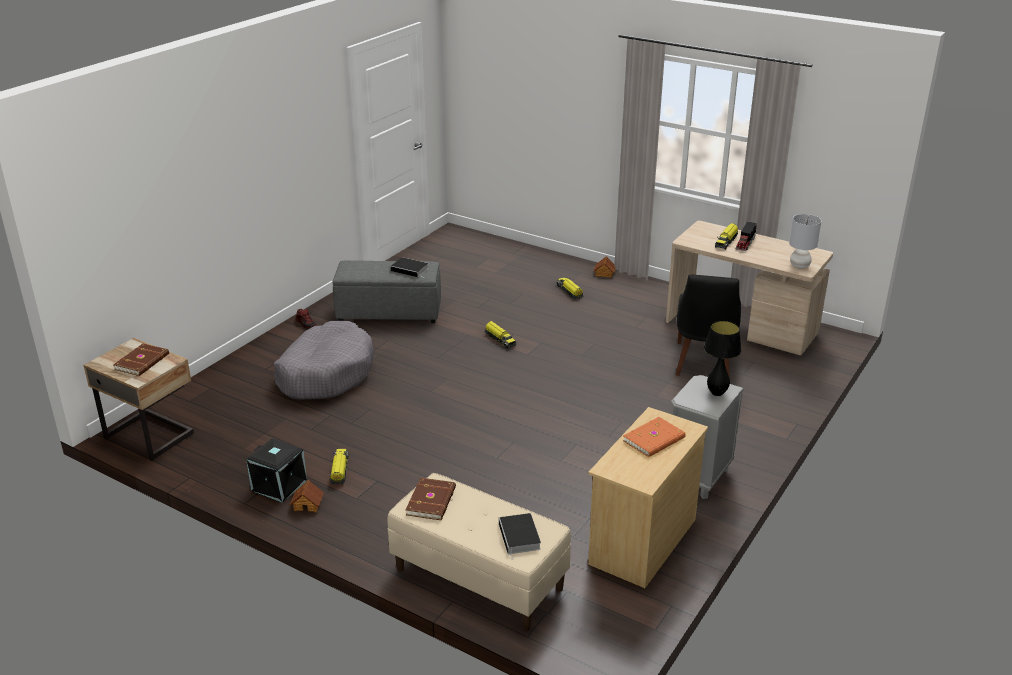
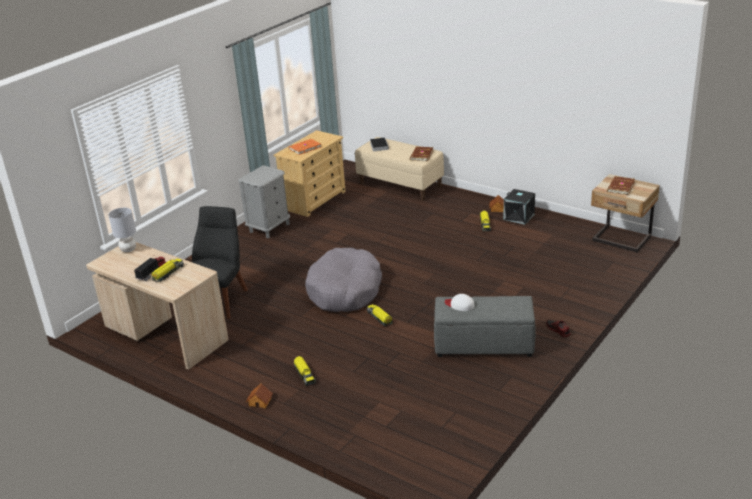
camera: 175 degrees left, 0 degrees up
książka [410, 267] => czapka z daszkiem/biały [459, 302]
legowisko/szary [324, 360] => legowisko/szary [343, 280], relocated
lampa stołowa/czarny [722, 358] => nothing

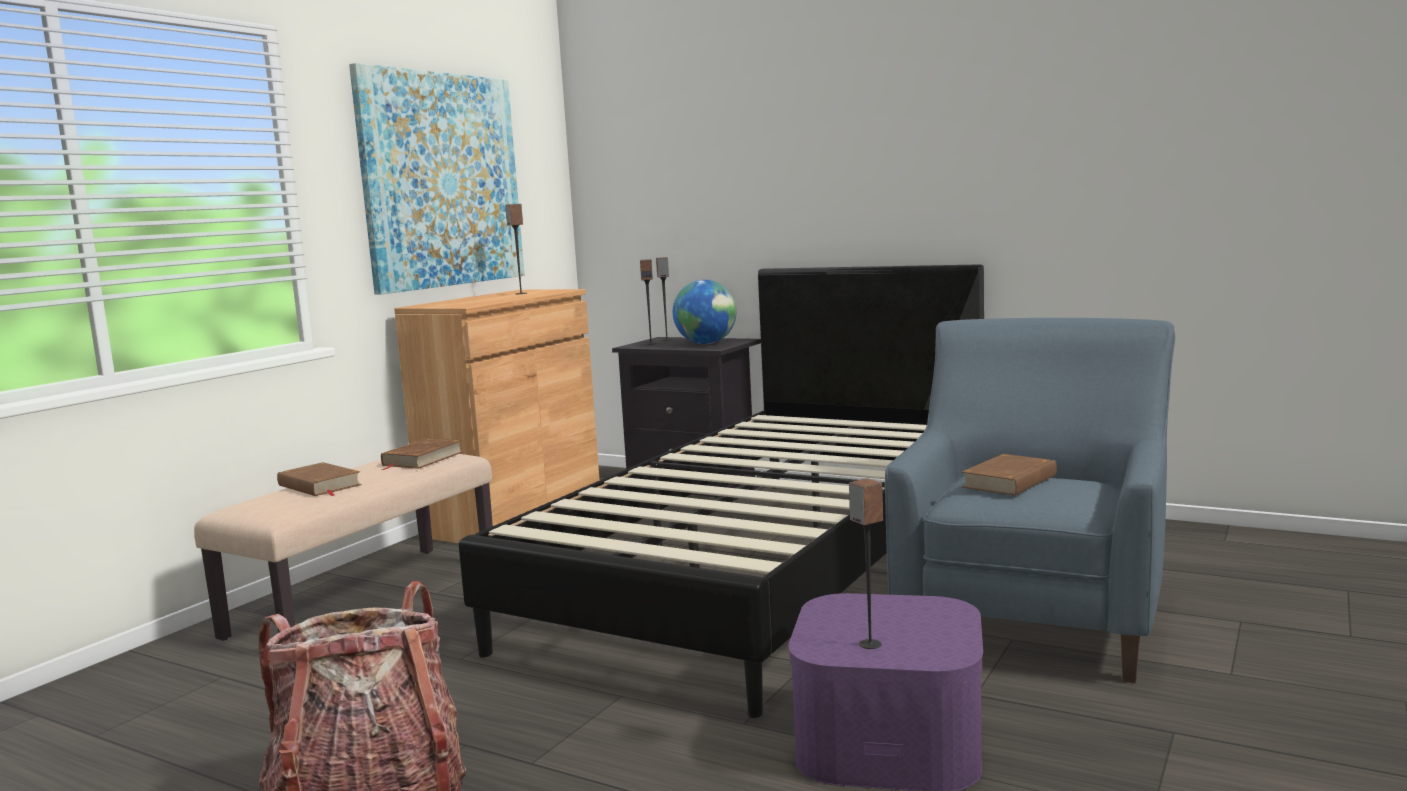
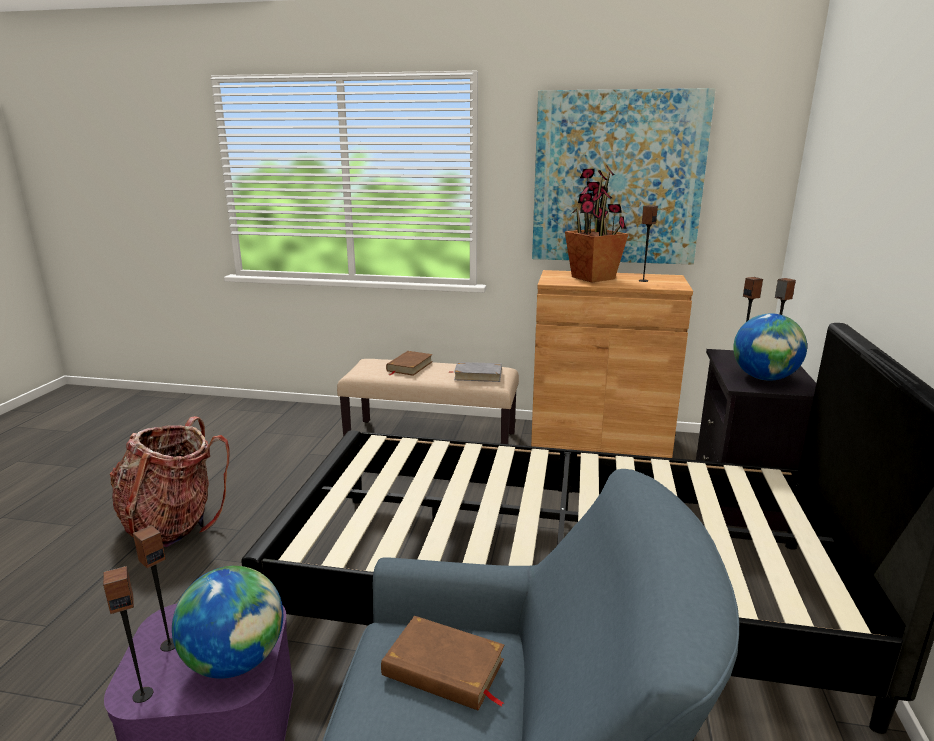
camera: 70 degrees right, 10 degrees up
książka/brązowy [422, 454] => książka/szary [478, 372]
nothing => roślina doniczkowa [597, 224]
nothing => głośnik [128, 634]
nothing => globus [227, 622]

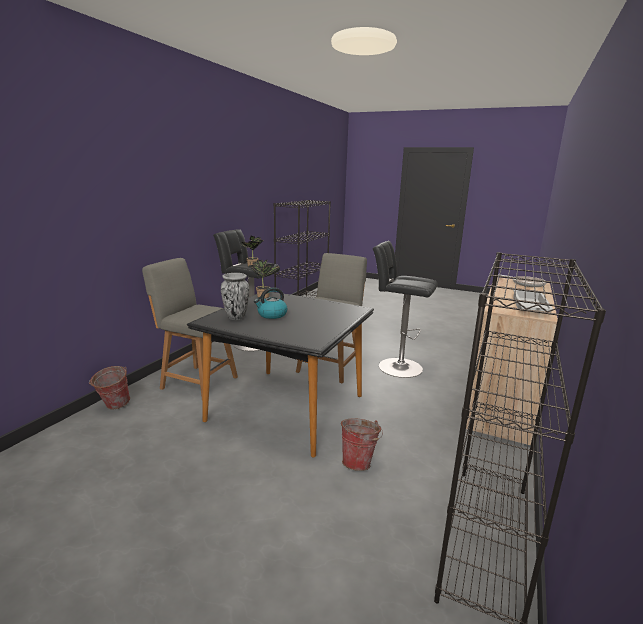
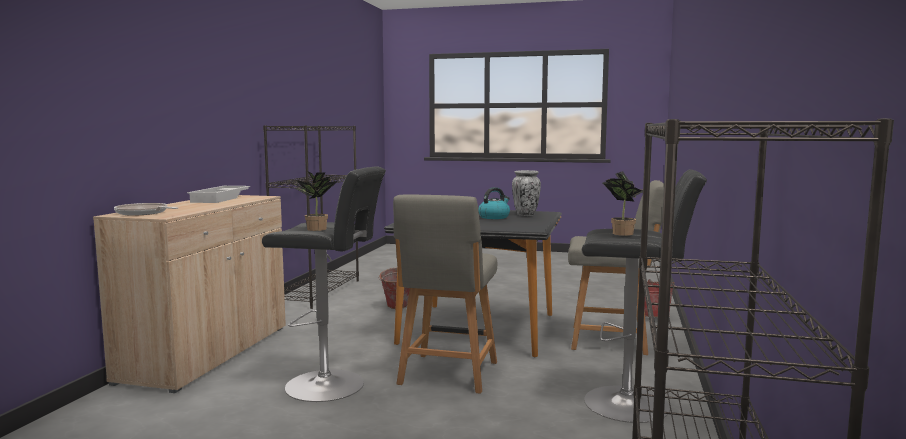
camera: 170 degrees right, 10 degrees down
roślina doniczkowa [264, 279] => roślina doniczkowa [314, 201], relocated

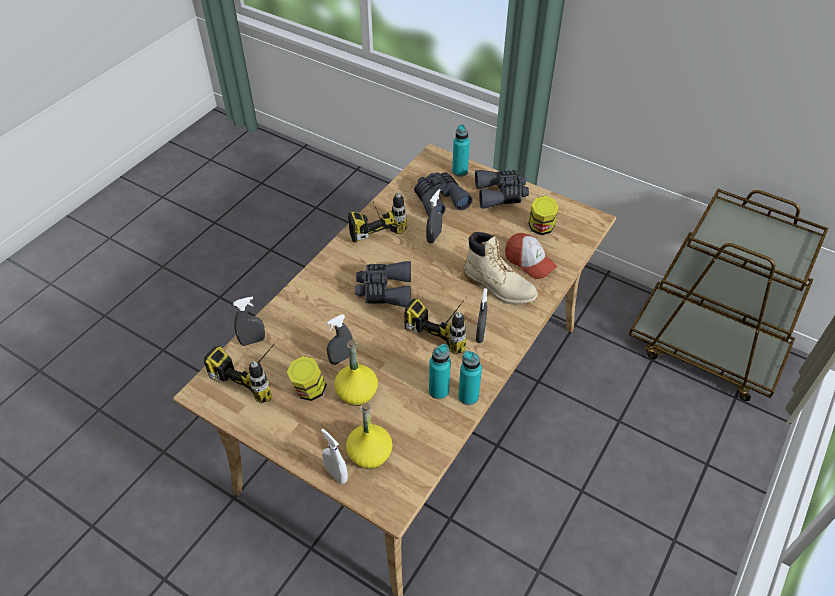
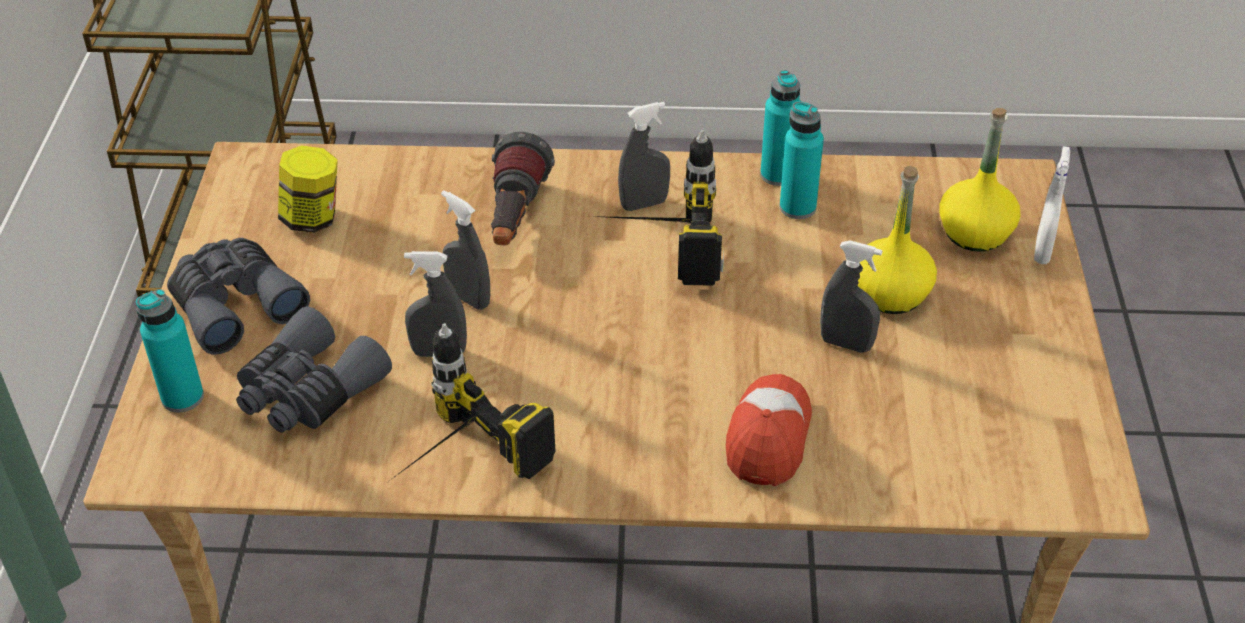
camera: 120 degrees left, 5 degrees down
but z cholewką/beżowy [501, 268] => latarka [523, 188]
czapka z daszkiem [531, 256] => czapka z daszkiem [769, 430], relocated
lornetka/szary [383, 284] => nothing
spryskiwacz/szary [249, 321] => spryskiwacz/szary [465, 250], relocated
wiertarka [240, 372] => nothing
słoik [307, 378] => nothing

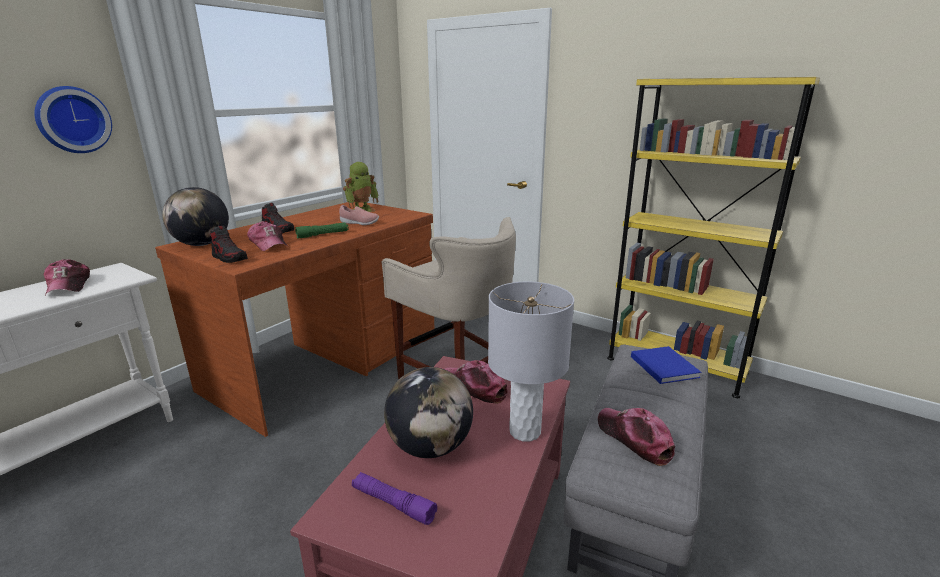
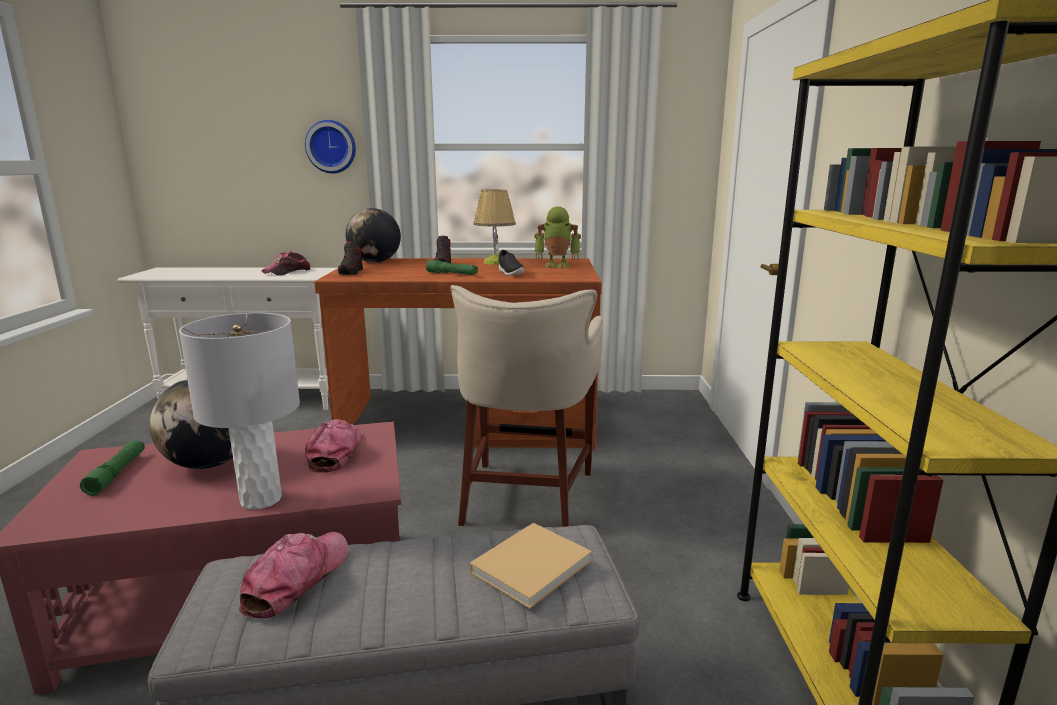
camera: 55 degrees right, 5 degrees down
but/różowy [359, 215] => but/czarny [511, 263]
czapka z daszkiem [267, 236] => nothing
książka/niebieski [666, 365] => książka/beżowy [531, 566]
latarka/fioletowy [394, 498] => latarka/zielony [112, 468]
nothing => lampa stołowa [494, 227]

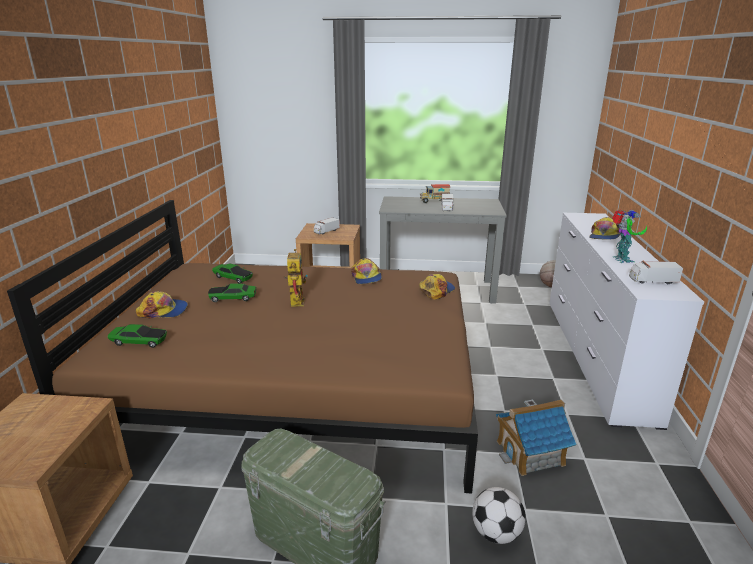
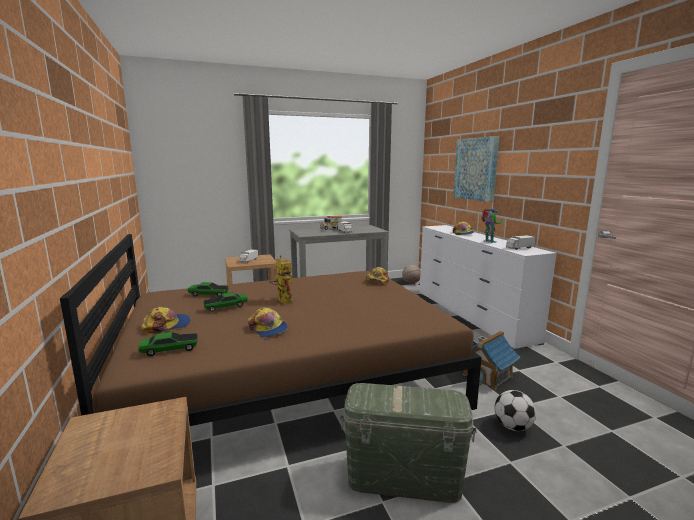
camera: 25 degrees left, 10 degrees down
czapka z daszkiem [366, 271] => czapka z daszkiem [267, 322], relocated
nothing => obraz [476, 169]

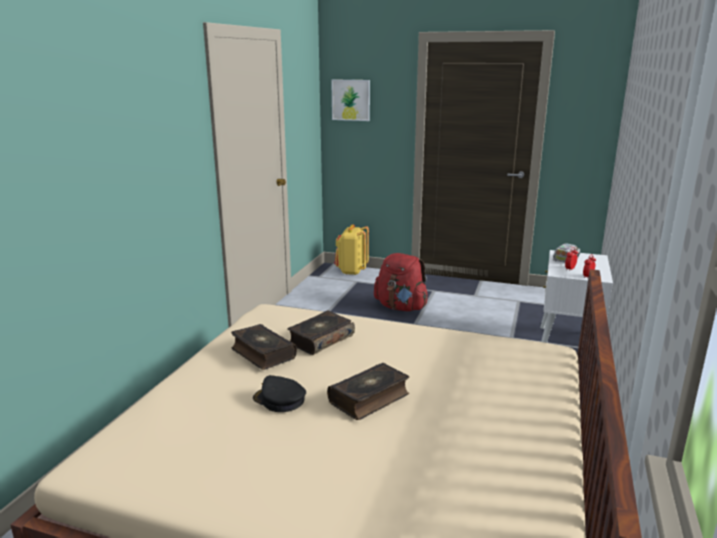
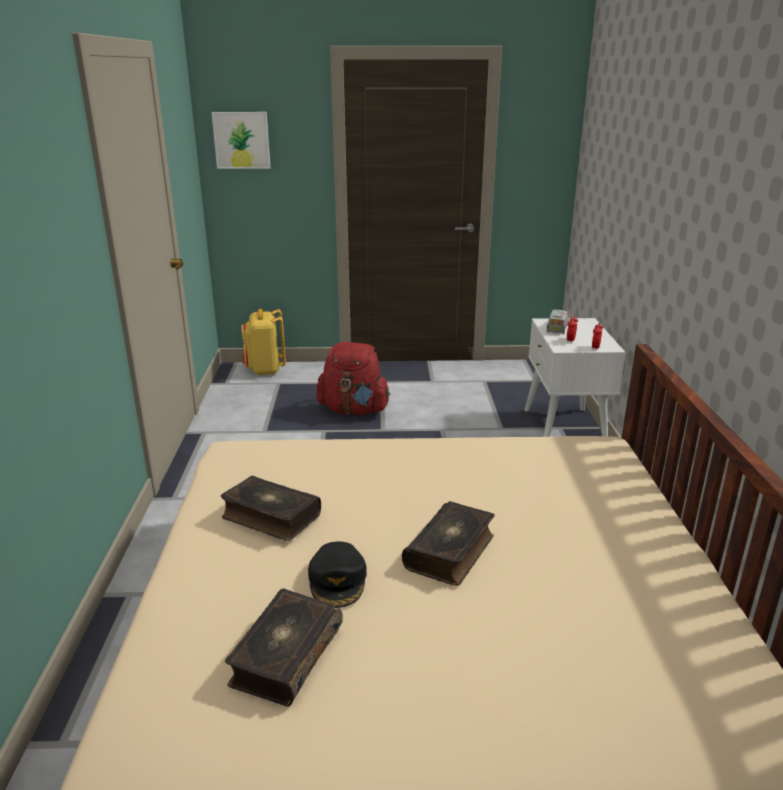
camera: 20 degrees left, 5 degrees up
książka [321, 332] => książka [284, 648], relocated
czapka z daszkiem/czarny [279, 393] => czapka z daszkiem/czarny [337, 574], 105 degrees counterclockwise

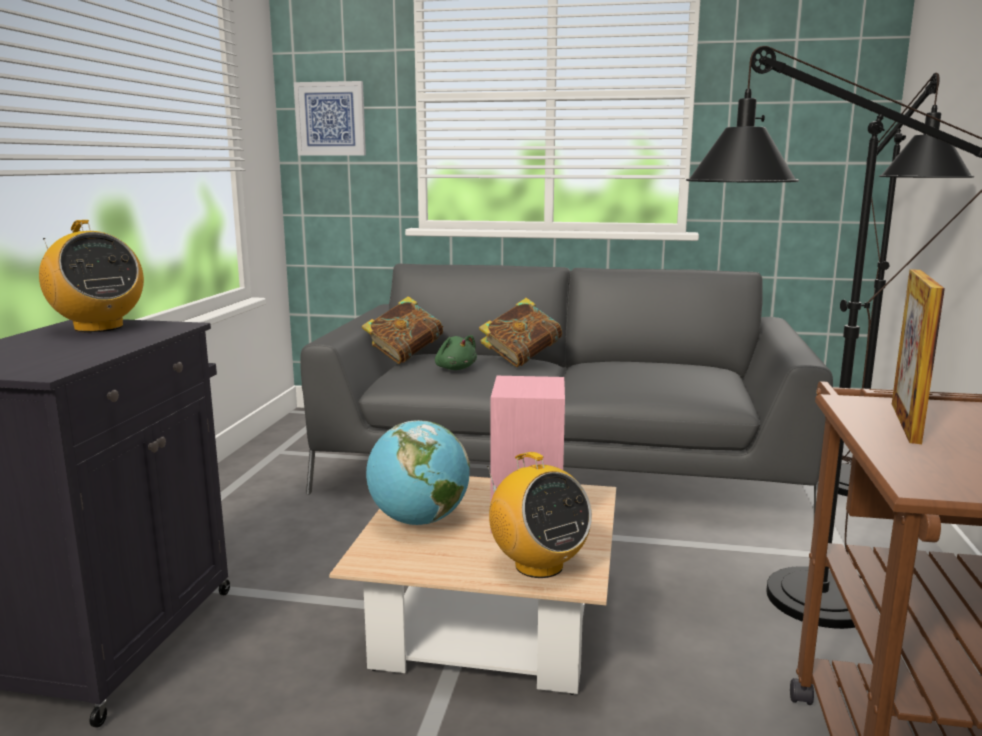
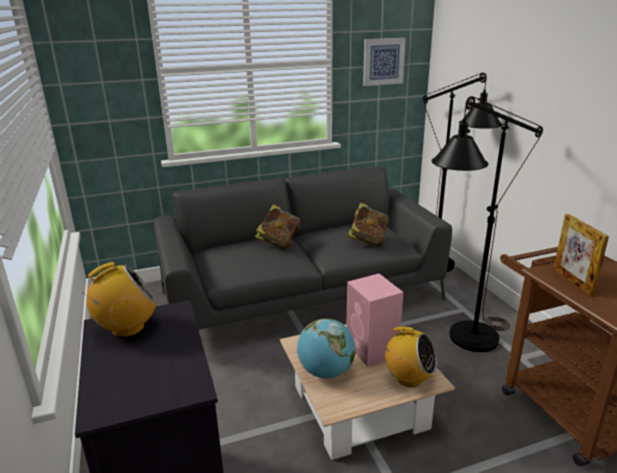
camera: 30 degrees left, 10 degrees up
obraz [330, 118] => obraz [384, 62], relocated
radio [91, 276] => radio [119, 299], 45 degrees counterclockwise
książka [402, 330] => książka [368, 225], relocated
pluszak/zielony [456, 352] => nothing

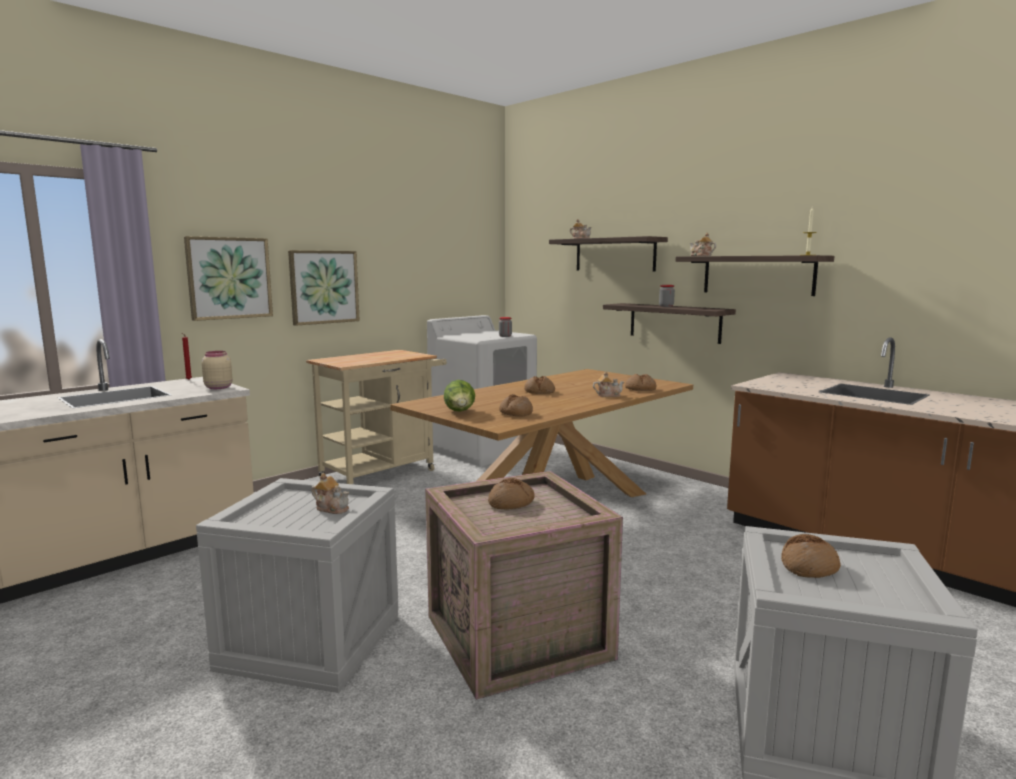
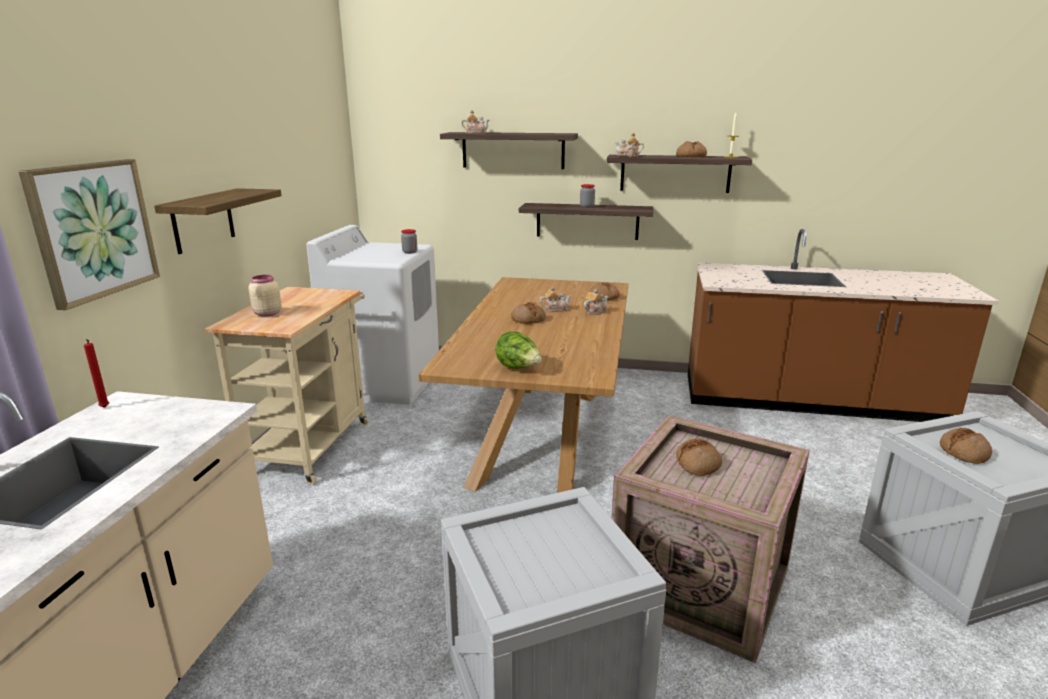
camera: 35 degrees left, 10 degrees up
obraz [324, 288] => półka [218, 221]
słoik/beżowy [217, 370] => słoik/beżowy [265, 296], relocated
chleb [516, 405] => chleb [691, 149], relocated
imbryk [330, 493] => imbryk [555, 299], relocated

